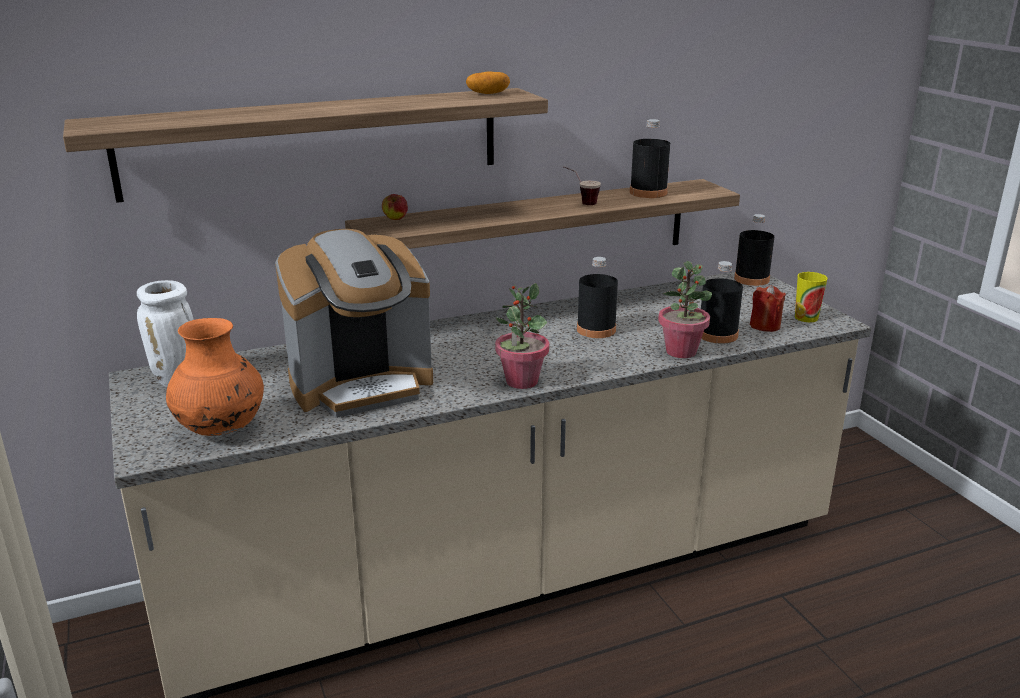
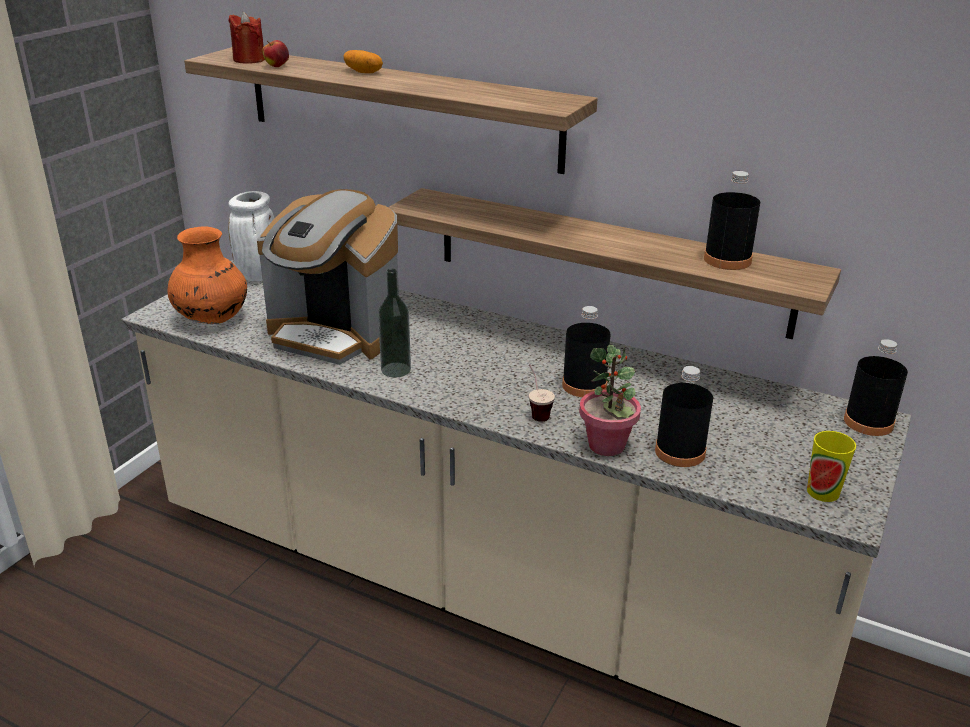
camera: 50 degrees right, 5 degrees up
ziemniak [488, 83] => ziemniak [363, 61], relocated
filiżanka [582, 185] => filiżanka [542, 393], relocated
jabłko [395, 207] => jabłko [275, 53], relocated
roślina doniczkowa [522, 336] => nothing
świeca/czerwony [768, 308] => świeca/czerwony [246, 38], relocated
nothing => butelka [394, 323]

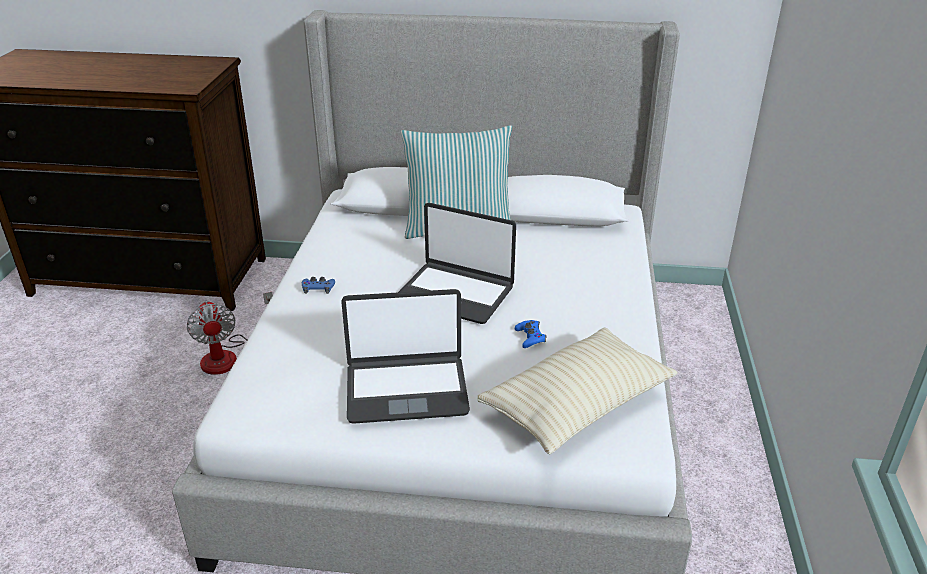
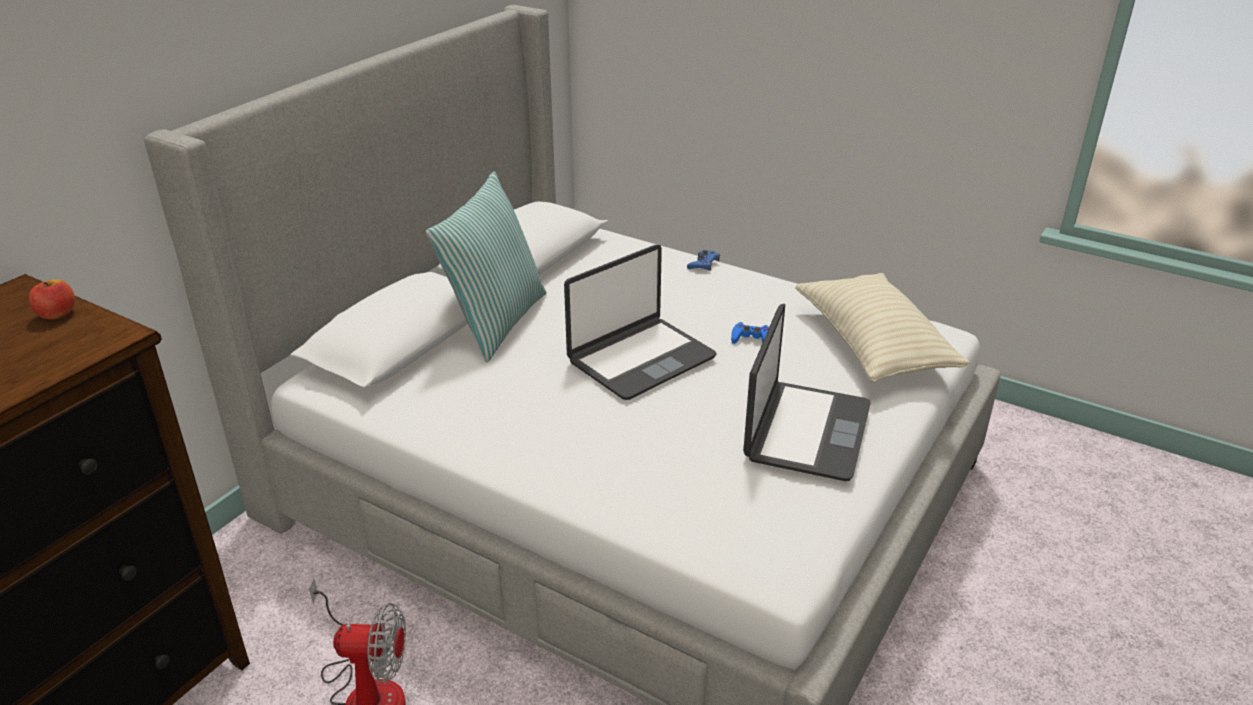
camera: 65 degrees left, 0 degrees up
pad do gier/niebieski [318, 285] => pad do gier/niebieski [703, 260], relocated
nothing => jabłko [52, 299]

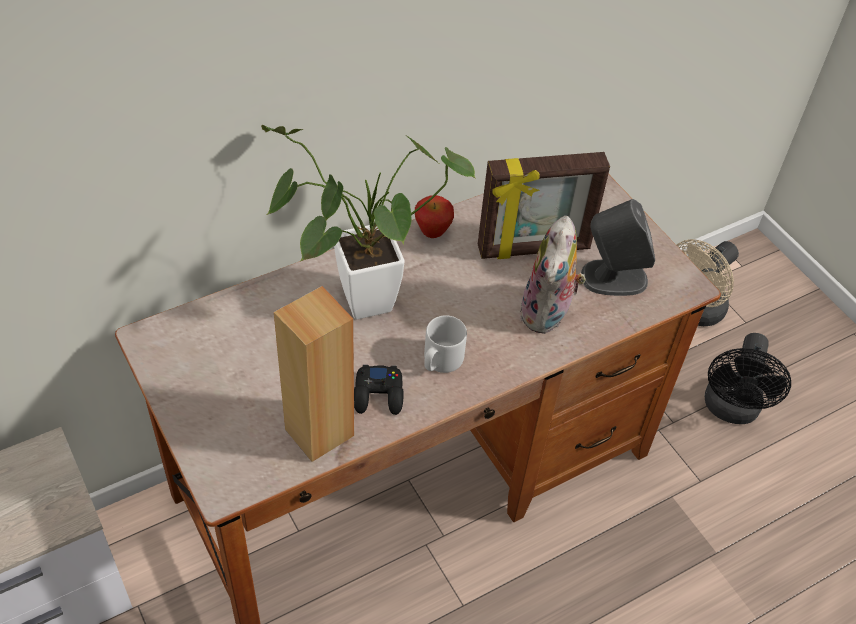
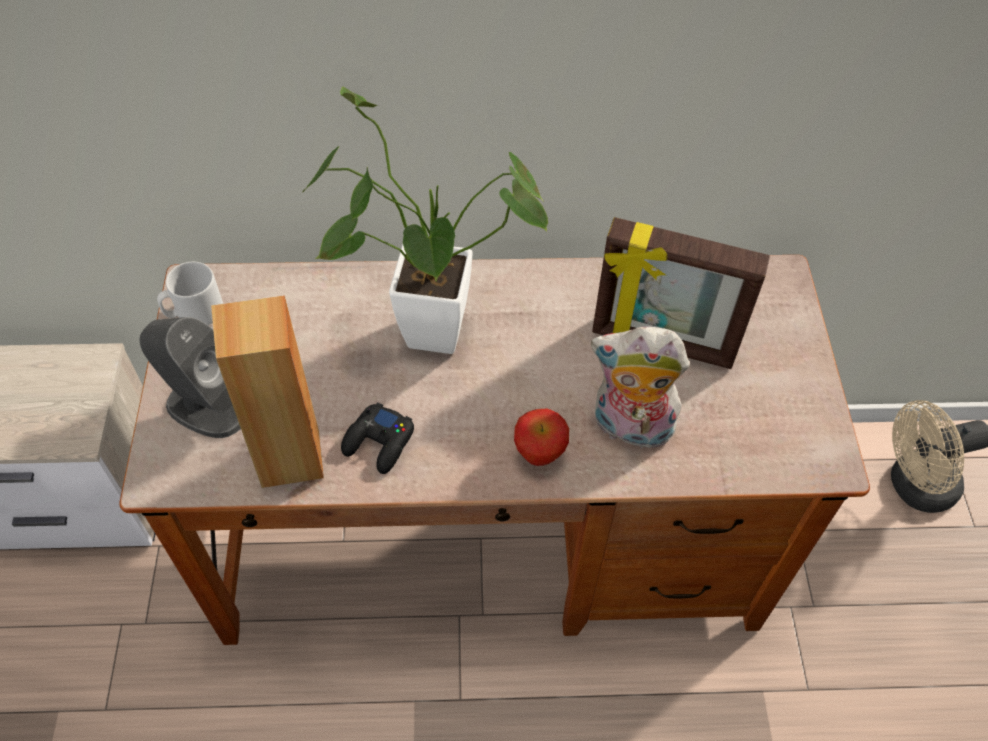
camera: 30 degrees right, 5 degrees up
jabłko [434, 216] => jabłko [541, 437], relocated
głośnik/szary [618, 247] => głośnik/szary [190, 377], relocated
pluszak [553, 275] => pluszak [640, 390], 60 degrees clockwise
kubek/szary [445, 344] => kubek/szary [190, 293], relocated
wentylator/czarny [748, 378] => nothing

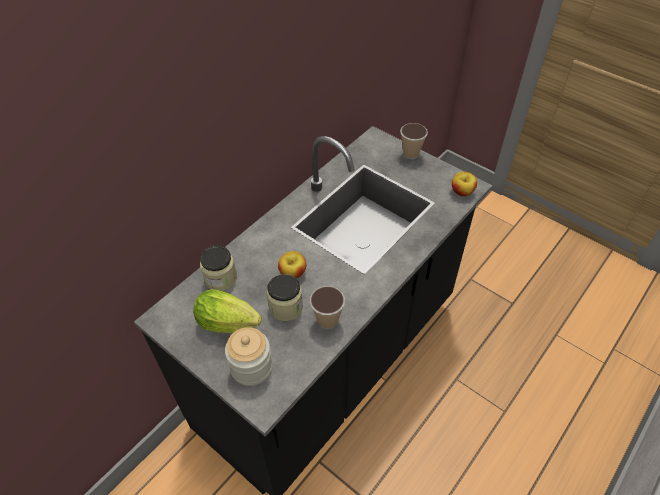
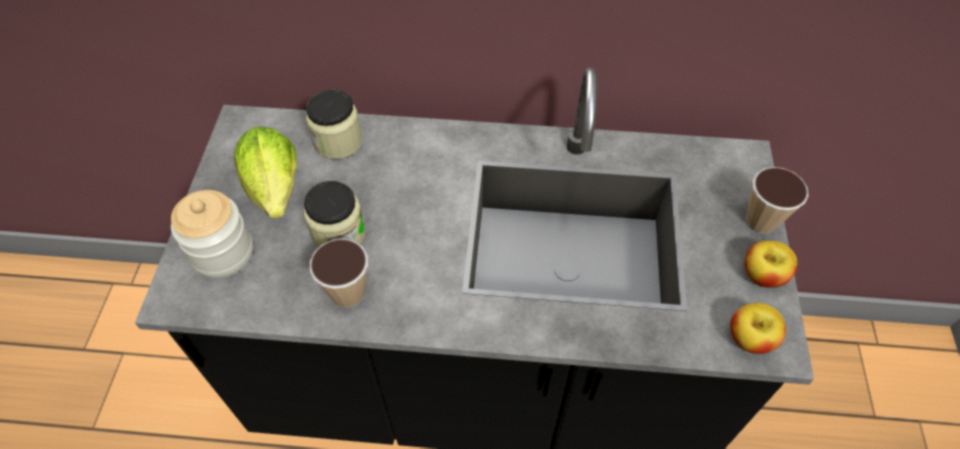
camera: 55 degrees right, 5 degrees up
jabłko [292, 264] => jabłko [771, 264], relocated

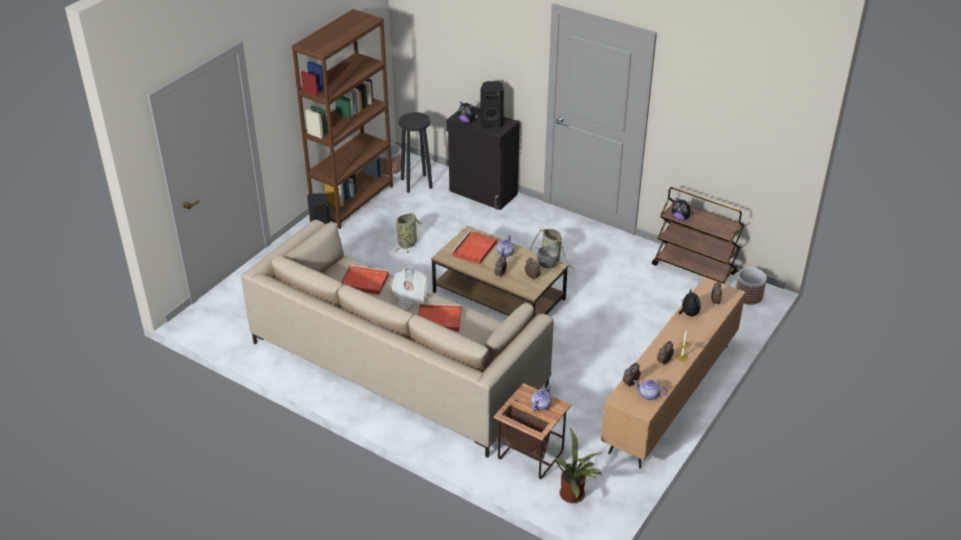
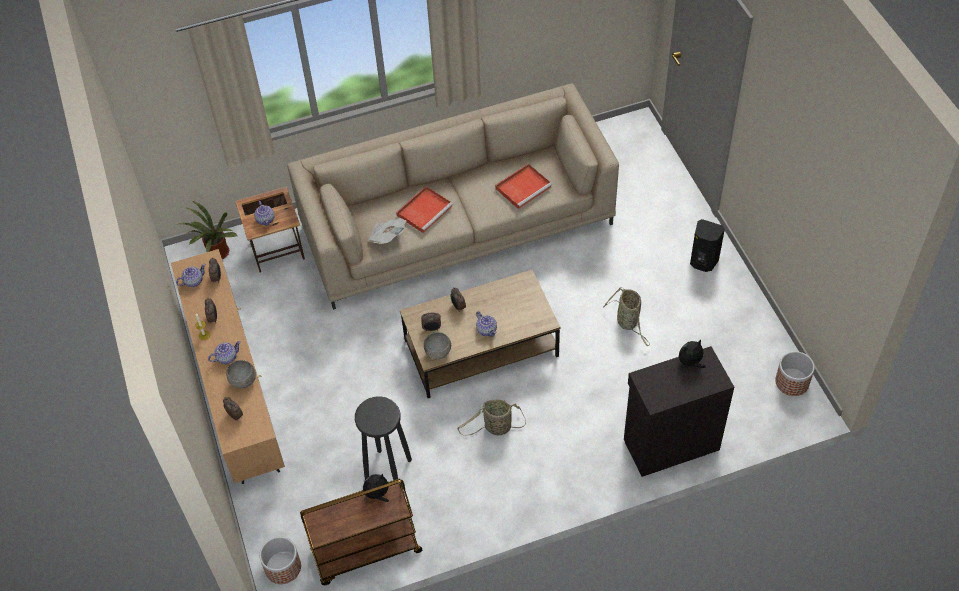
camera: 130 degrees right, 15 degrees up
regał/brązowy [342, 119] => nothing
głośnik/czarny [492, 104] => nothing
stołek/czarny [416, 152] => stołek/czarny [383, 438], relocated
taca/czerwony [474, 247] => nothing
gazeta [409, 288] => gazeta [387, 231], relocated
pluszak [689, 303] => miska/szary [241, 374]
nothing => imbryk [224, 352]

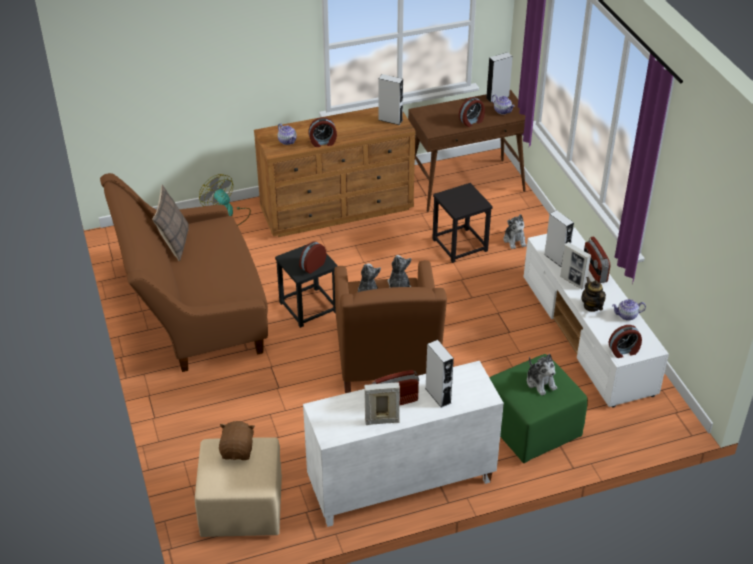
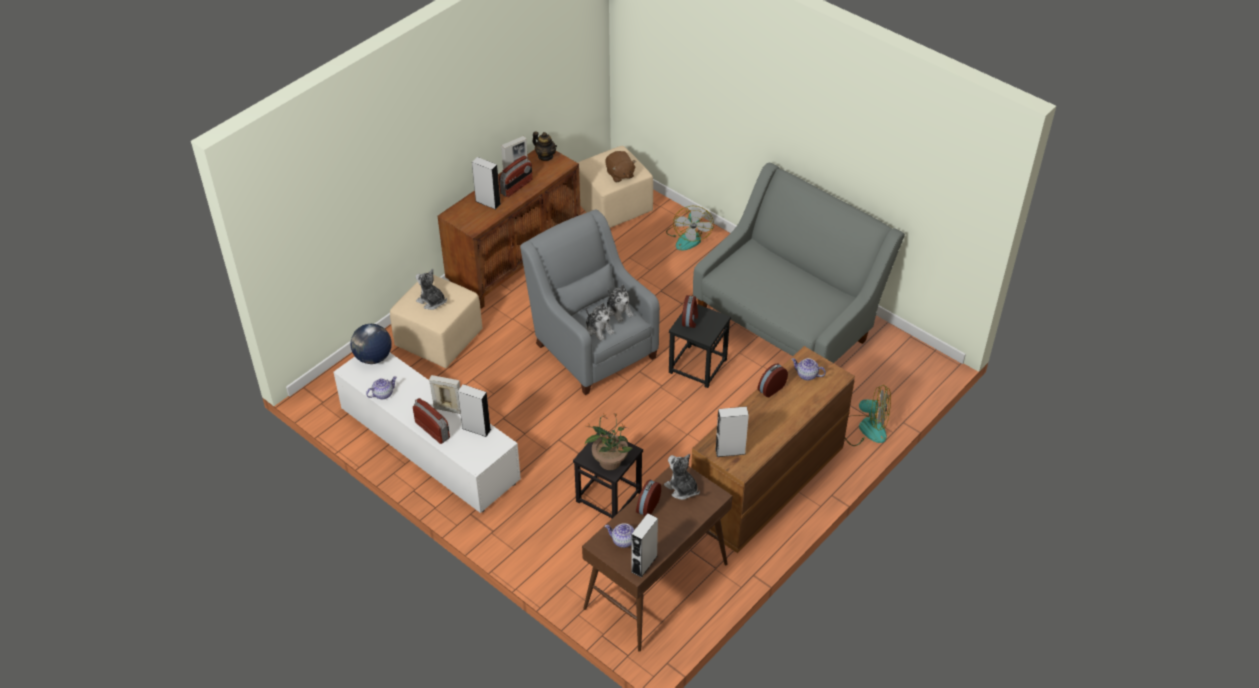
camera: 150 degrees right, 5 degrees up
kanapa/brązowy [184, 272] => kanapa/szary [799, 263]
poduszka [170, 223] => nothing
pluszak [514, 231] => pluszak [682, 477], relocated
fotel/brązowy [390, 326] => fotel/szary [590, 302]
imbryk [593, 294] => imbryk [545, 146], relocated
budzik [625, 341] => globus [371, 344]
pufa/zielony [539, 408] => pufa/beżowy [436, 321]
szafka/biały [403, 444] => szafka/brązowy [509, 229]
nothing => wentylator [690, 228]
nothing => roślina doniczkowa [608, 441]

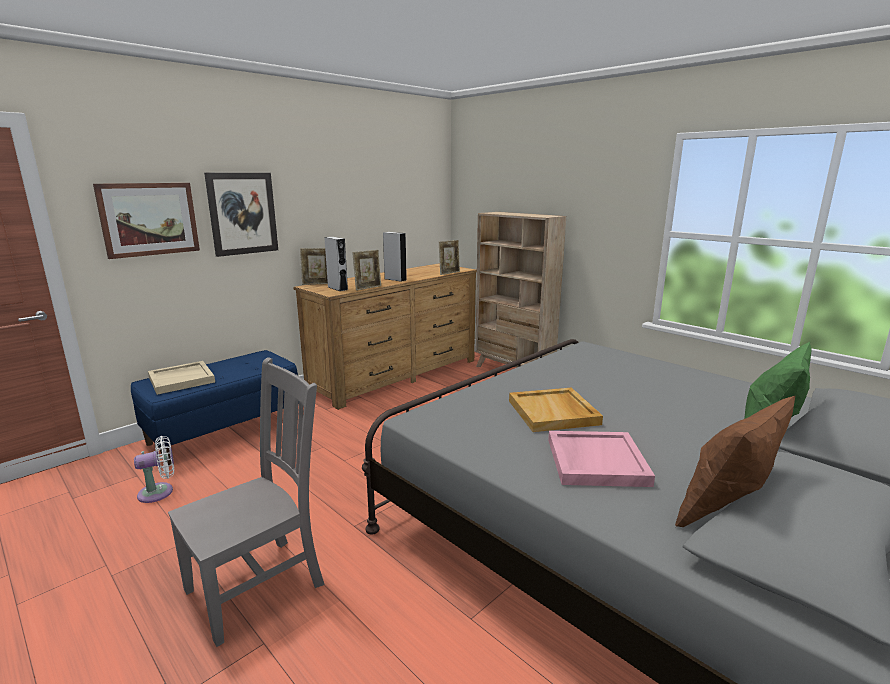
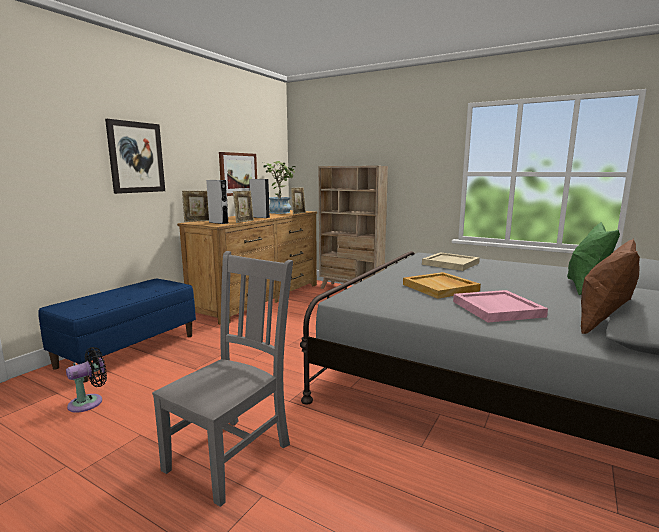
camera: 15 degrees left, 5 degrees down
obraz [146, 221] => obraz [238, 174], relocated
taca/beżowy [181, 378] => taca/beżowy [451, 261], relocated
wentylator/biały [154, 469] => wentylator/czarny [86, 380]
nothing => roślina doniczkowa [279, 187]

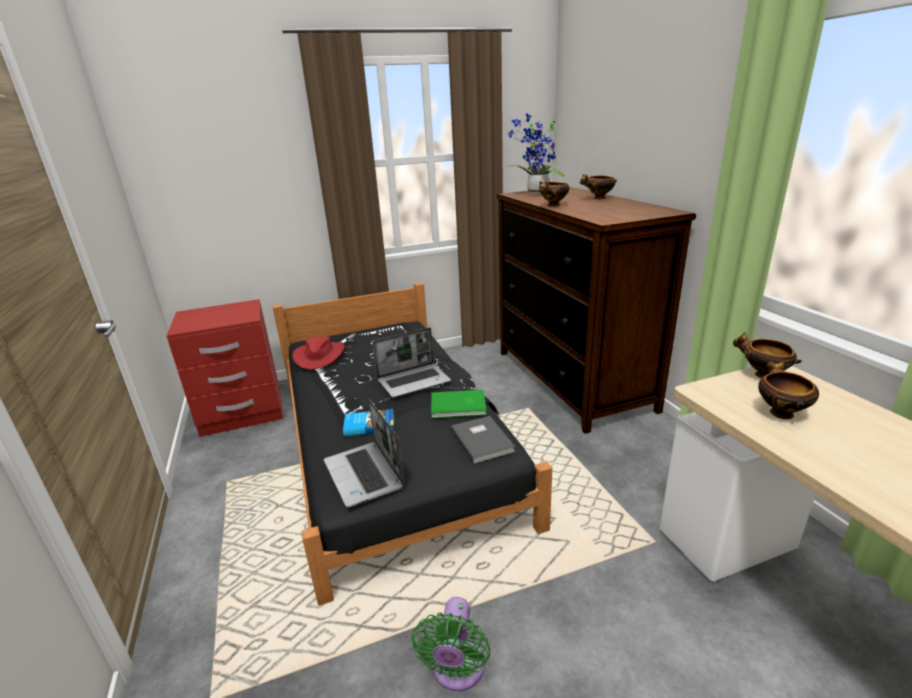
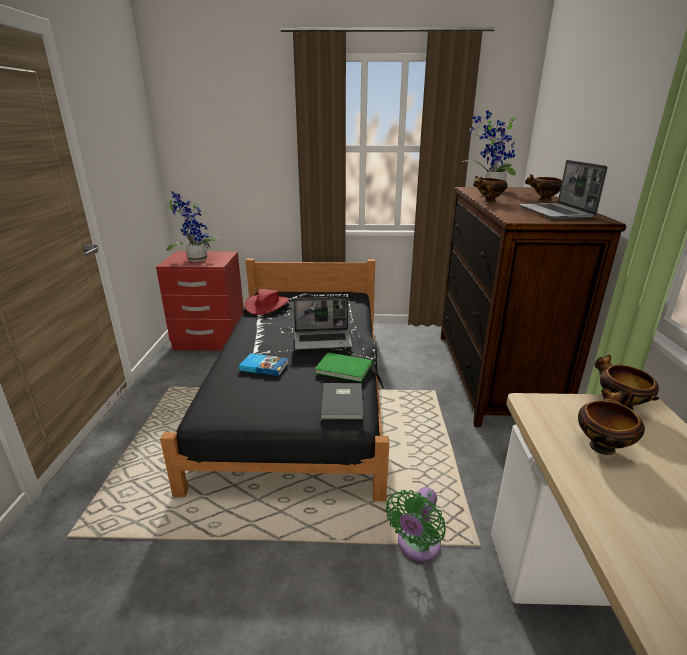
camera: 20 degrees right, 0 degrees up
laptop [364, 453] => laptop [563, 189], relocated
wentylator/zielony [451, 644] => wentylator/zielony [416, 524], relocated
nothing => roślina doniczkowa [192, 226]

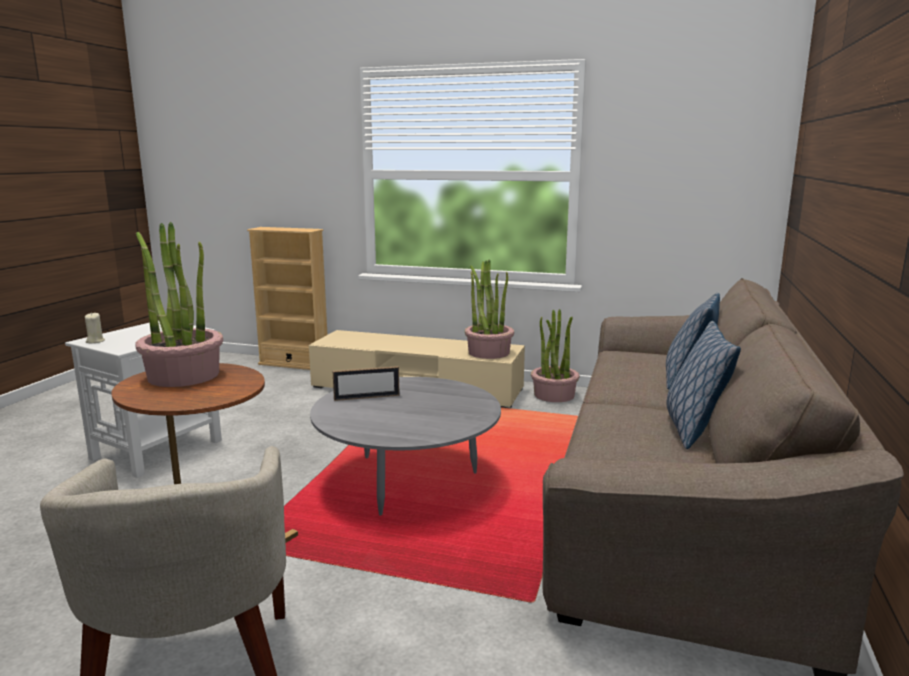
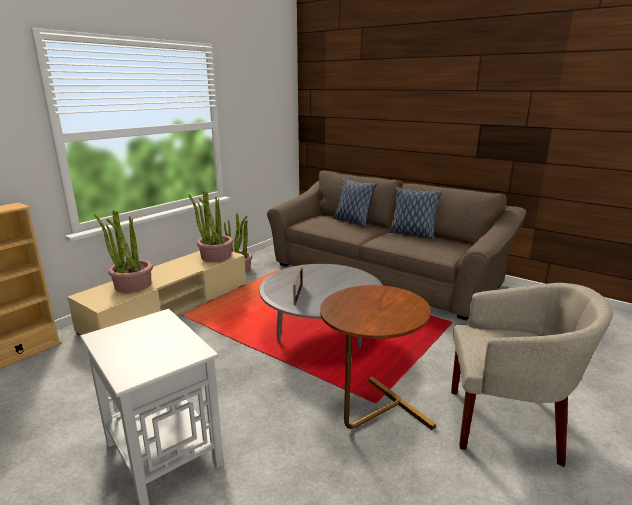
camera: 70 degrees left, 5 degrees up
roślina doniczkowa [179, 304] => roślina doniczkowa [123, 251], relocated
świeca/beżowy [95, 328] => nothing

